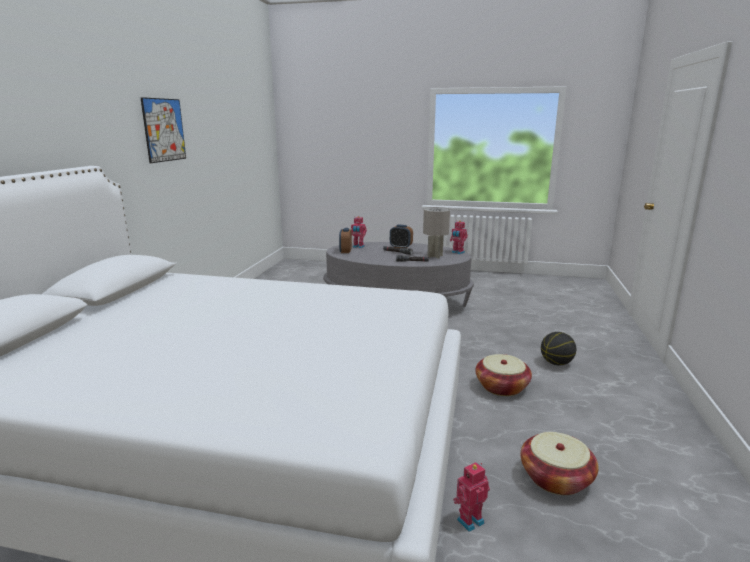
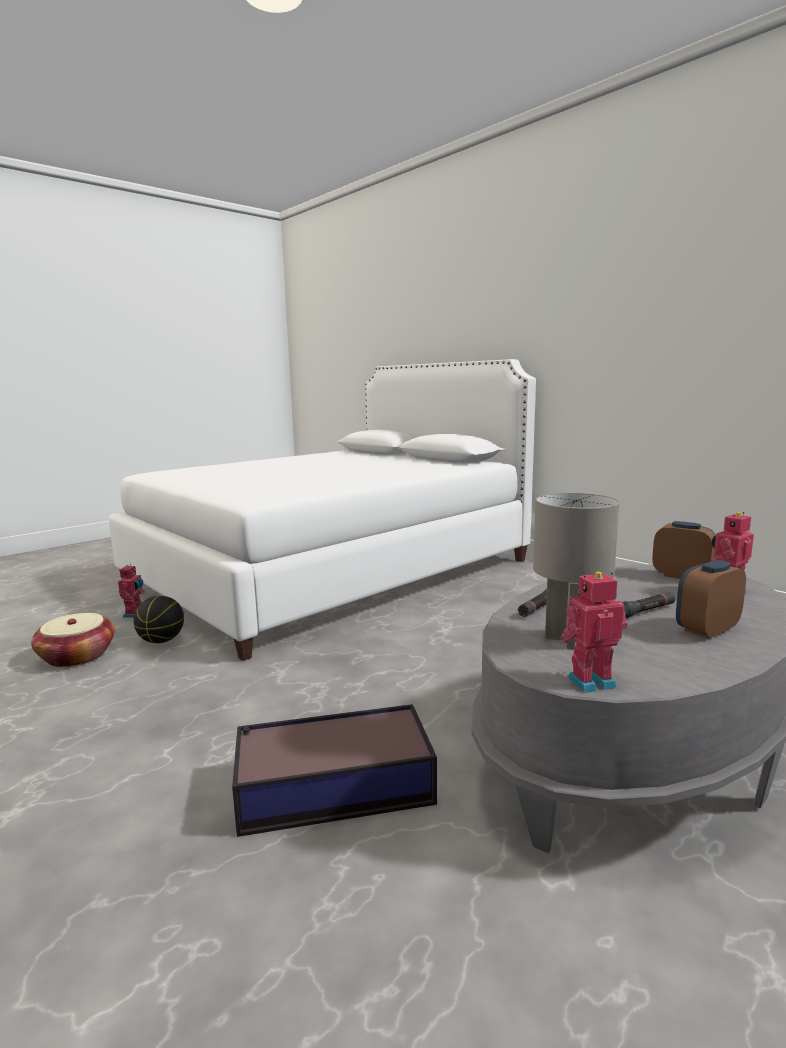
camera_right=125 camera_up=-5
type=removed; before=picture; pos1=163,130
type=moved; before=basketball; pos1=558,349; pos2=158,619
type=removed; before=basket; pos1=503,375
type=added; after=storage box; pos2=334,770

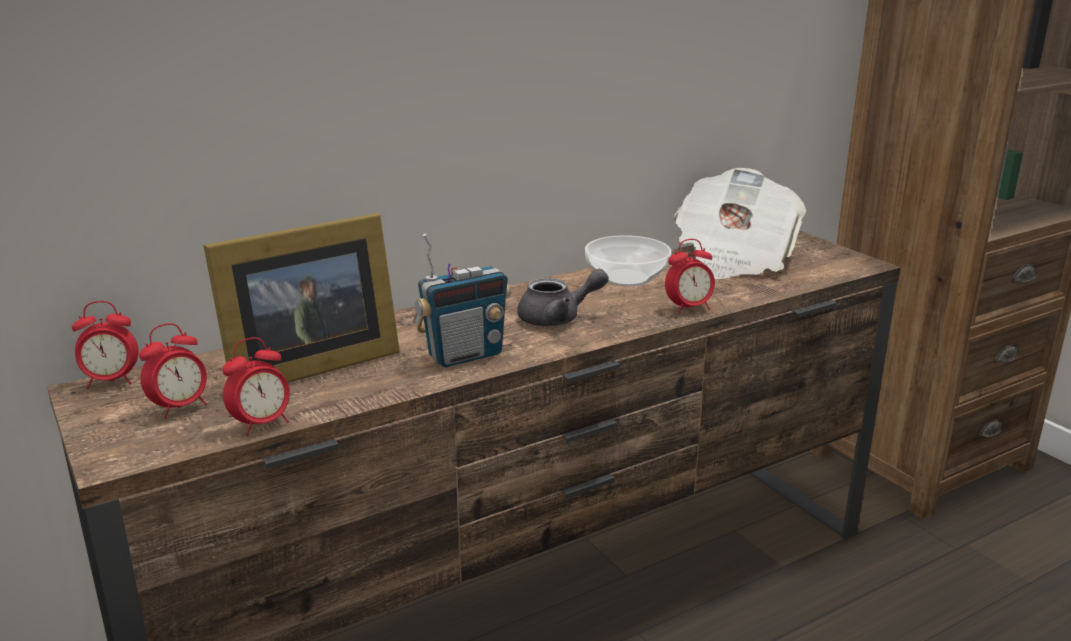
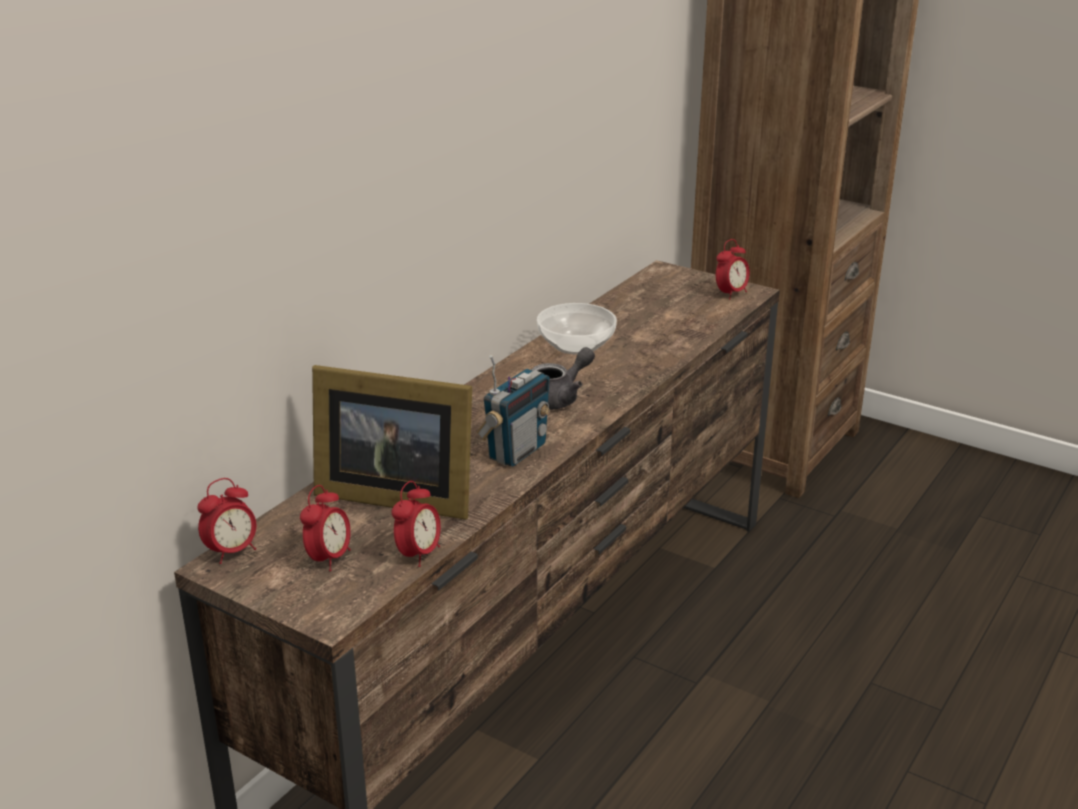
camera_right=-25 camera_up=5
type=removed; before=newspaper; pos1=740,223
type=turned; before=picture frame; pos1=301,298; pos2=392,442; turn=75
type=moved; before=alarm clock; pos1=690,276; pos2=733,269

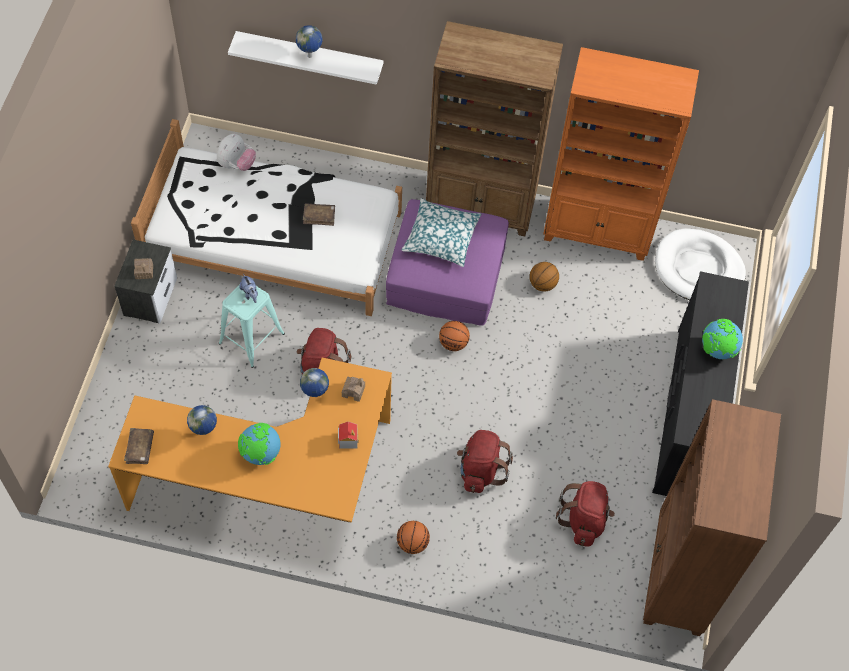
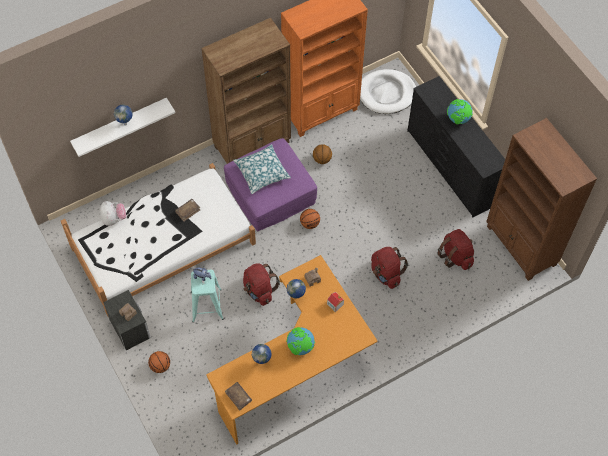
camera_right=-40 camera_up=0
type=moved; before=basketball; pos1=413,537; pos2=159,362

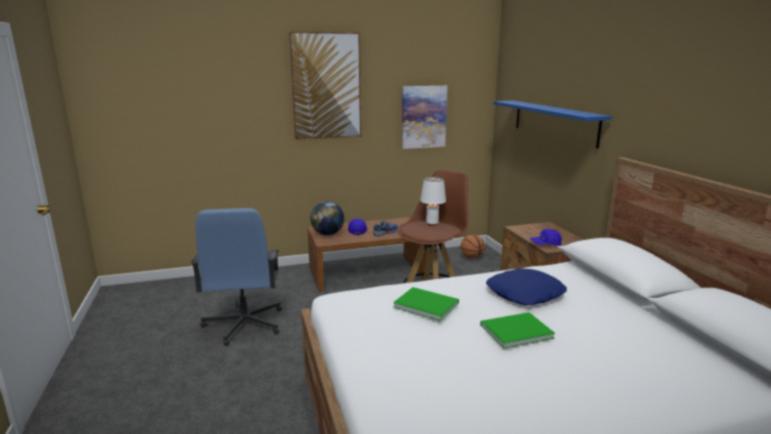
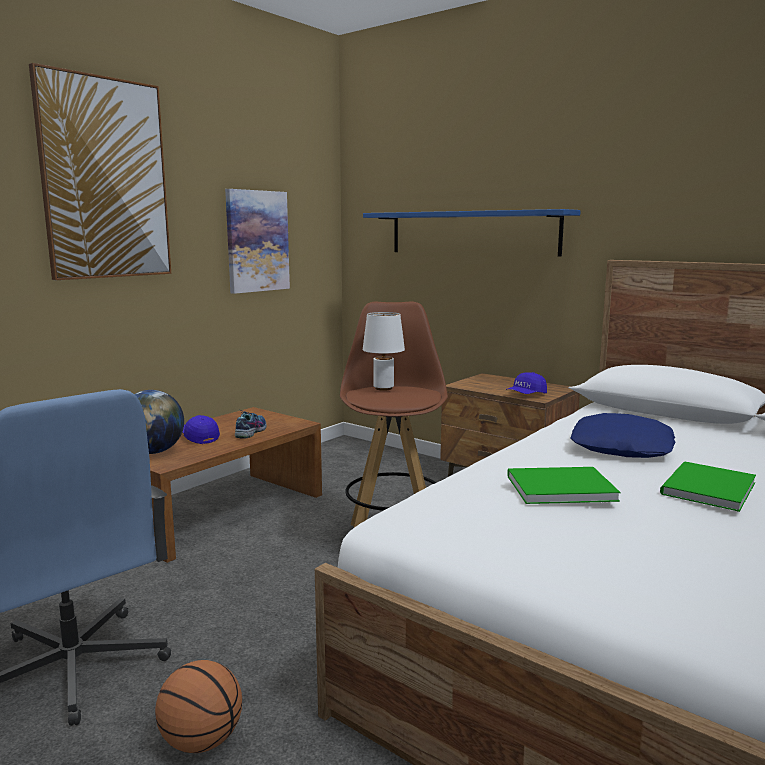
camera_right=-35 camera_up=-5
type=moved; before=basketball; pos1=473,246; pos2=198,706

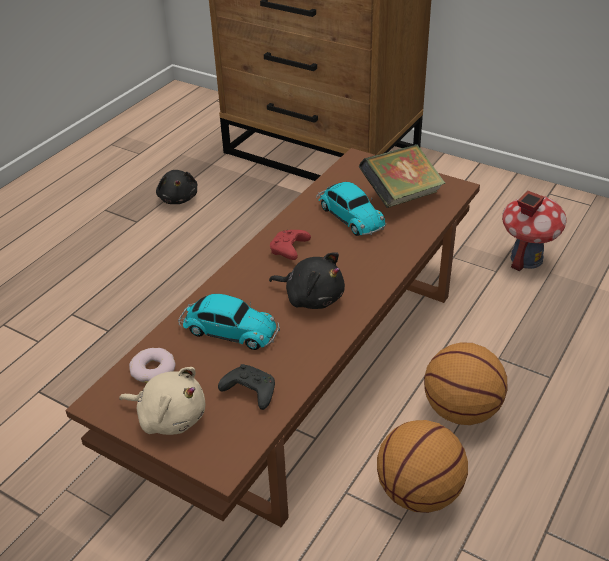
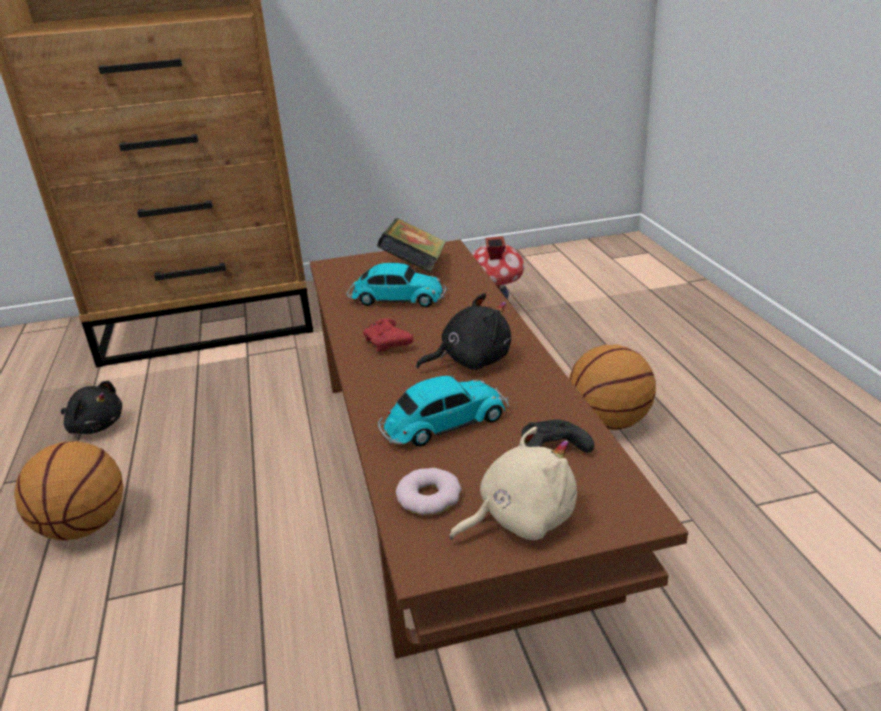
camera_right=-45 camera_up=-10
type=moved; before=basketball; pos1=422,466; pos2=69,491

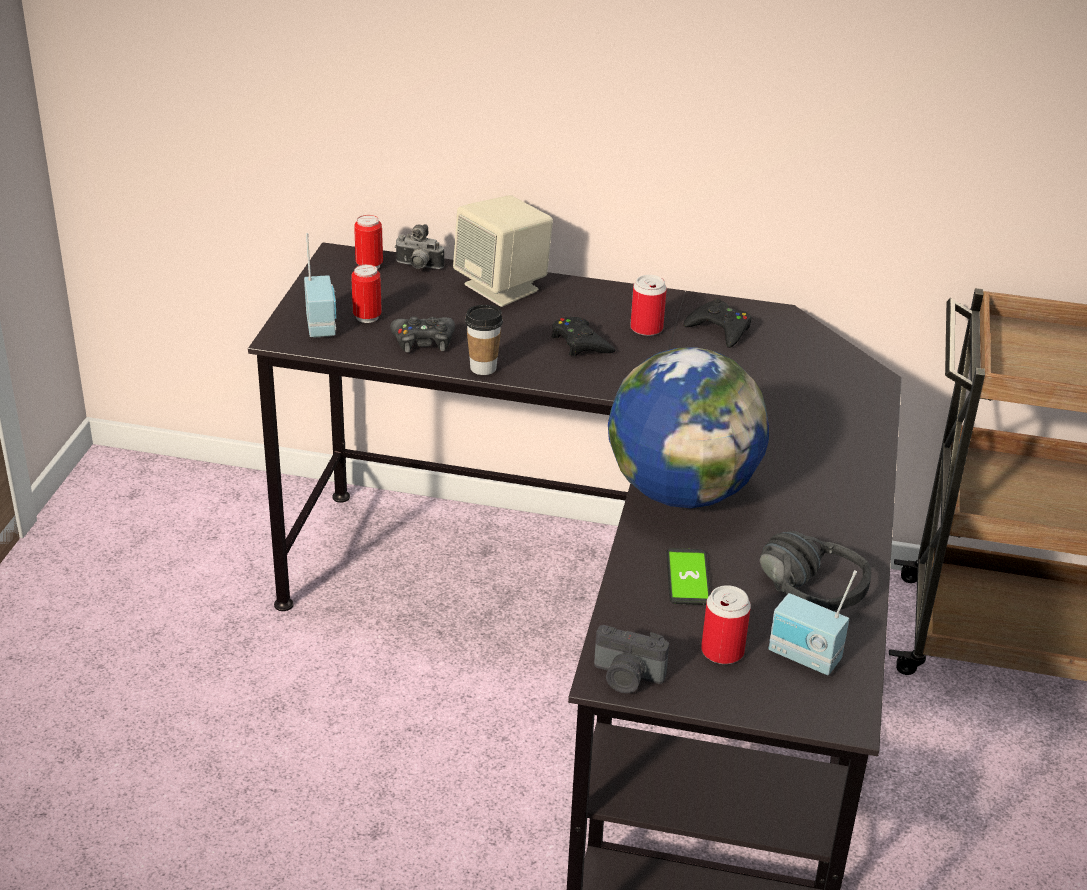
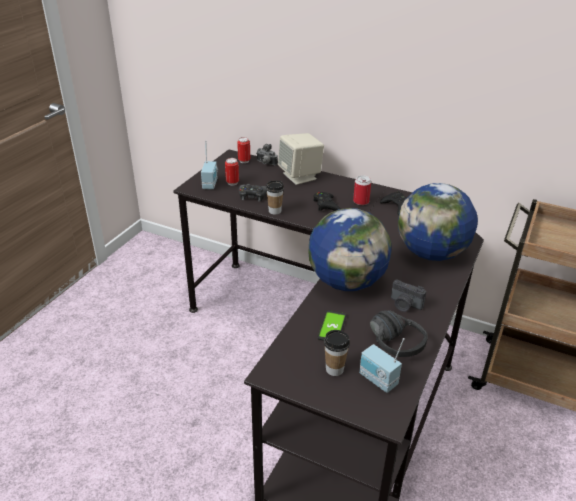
camera_right=15 camera_up=0
type=replaced; before=can; after=cup; pos1=726,624; pos2=337,353
type=moved; before=photo camera; pos1=631,659; pos2=408,296
type=added; after=globe; pos2=438,222

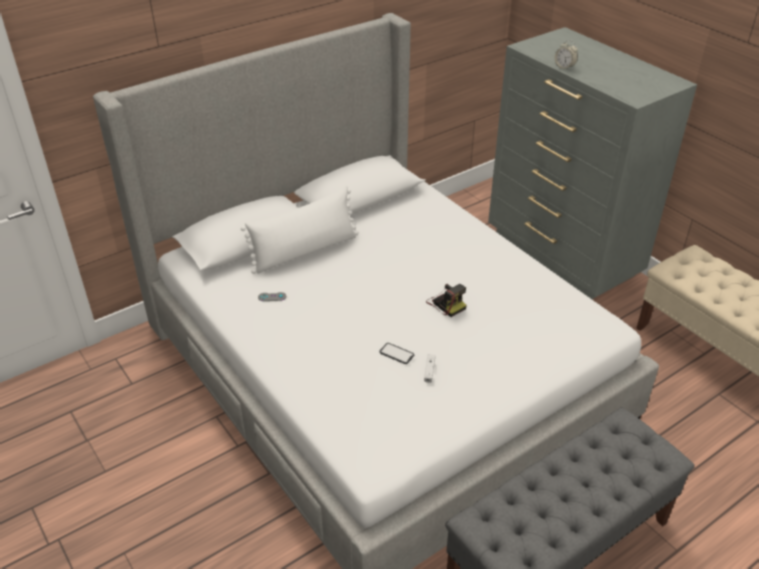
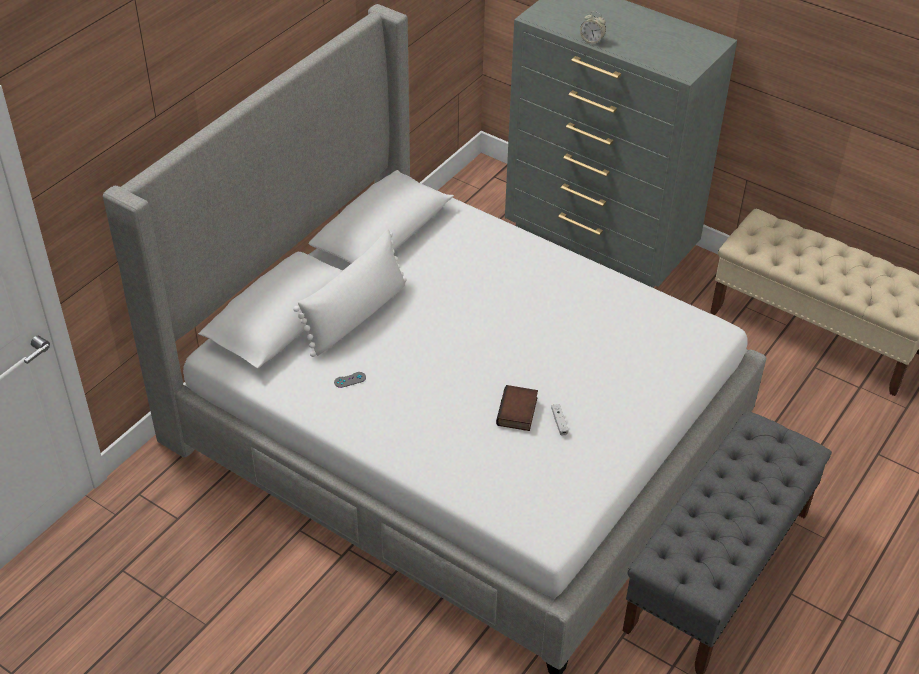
camera_right=-20 camera_up=5
type=removed; before=photo camera; pos1=446,300
type=replaced; before=phone; after=book; pos1=396,353; pos2=517,408

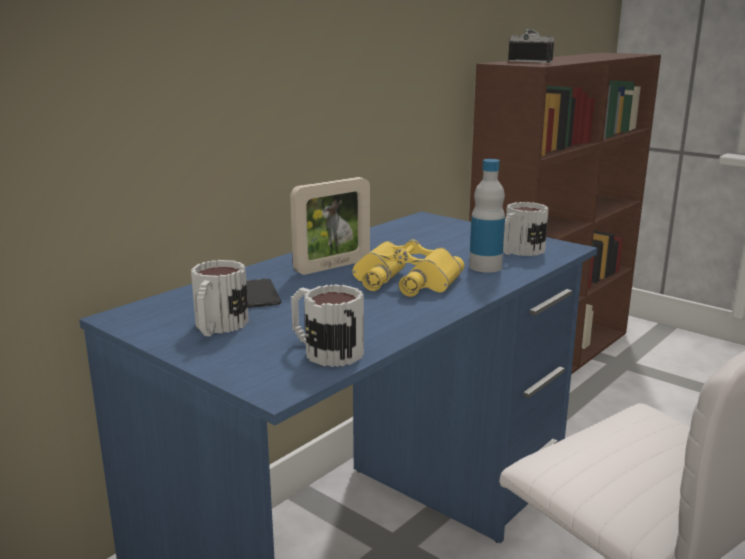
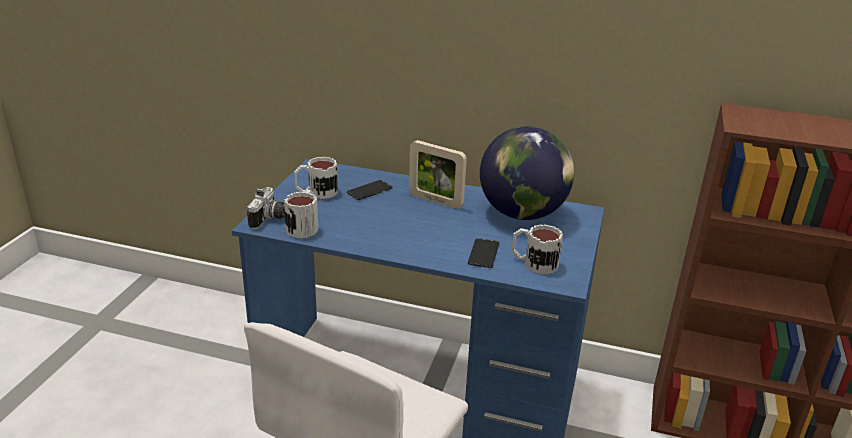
camera_right=65 camera_up=10
type=moved; before=photo camera; pos1=531,45; pos2=266,208
type=replaced; before=bottle; after=phone; pos1=487,216; pos2=483,253
type=removed; before=binoculars in yellow; pos1=408,268
type=added; after=globe; pos2=527,173

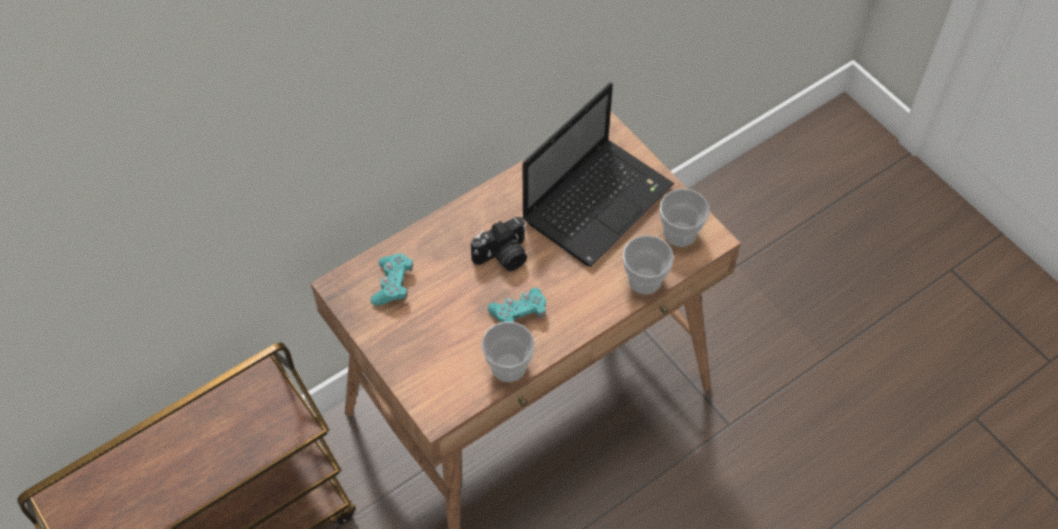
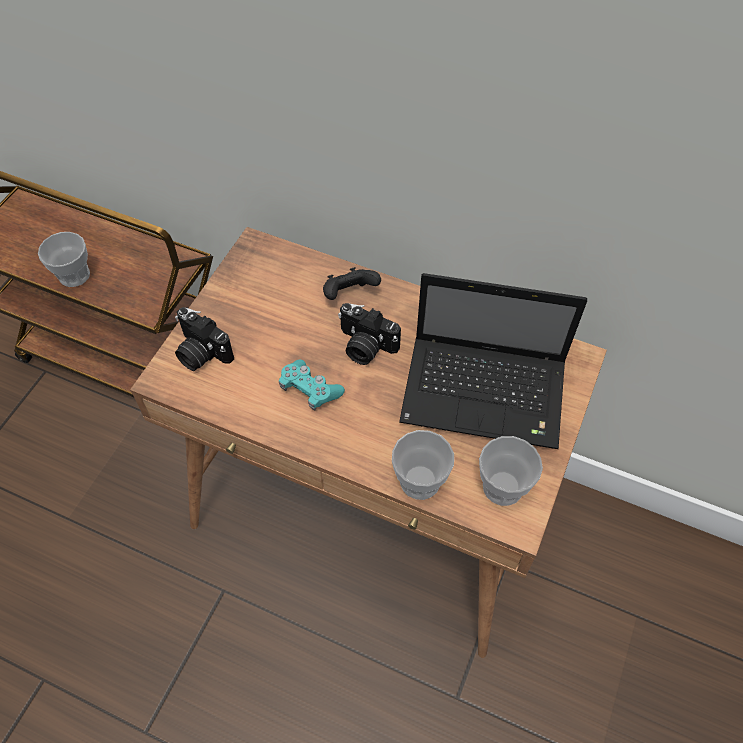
camera_right=60 camera_up=0
type=removed; before=game controller in turquoise; pos1=391,279
type=moved; before=cup; pos1=508,351; pos2=64,259
type=added; after=game controller in black; pos2=352,283
type=added; after=photo camera; pos2=204,339

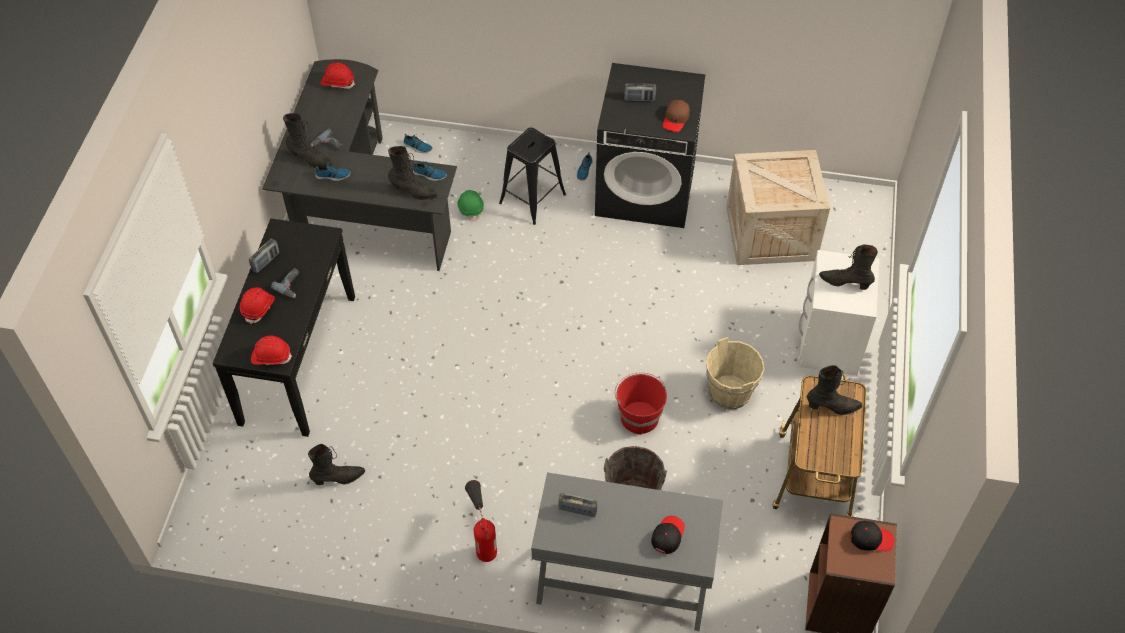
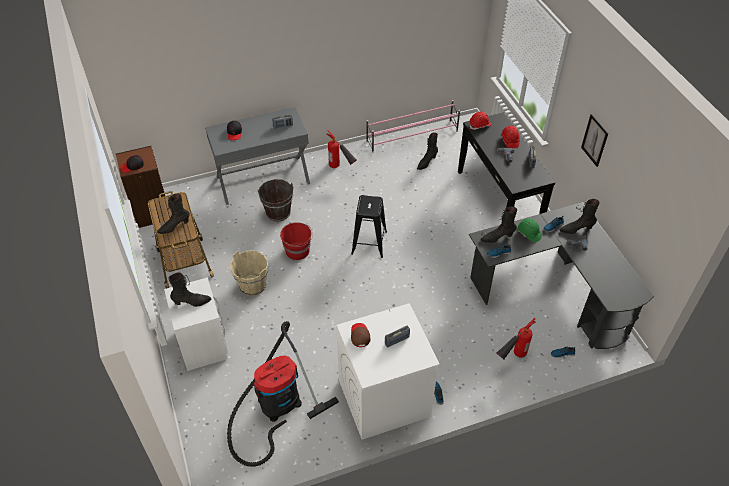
camera_right=150 camera_up=-5
type=removed; before=hard hat in red; pos1=338,75
type=recoloured; before=washing machine in black; after=washing machine in white; pos1=650,145; pos2=388,371
type=moved; before=stool in black; pos1=532,176; pos2=369,226
type=replaced; before=crate; after=vacuum cleaner; pos1=778,207; pos2=283,394
type=moved; before=hard hat in green; pos1=470,205; pos2=529,230
type=added; after=shoe rack in pink; pos2=413,126
type=added; after=picture; pos2=594,140
type=added; after=fire extinguisher; pos2=516,339

